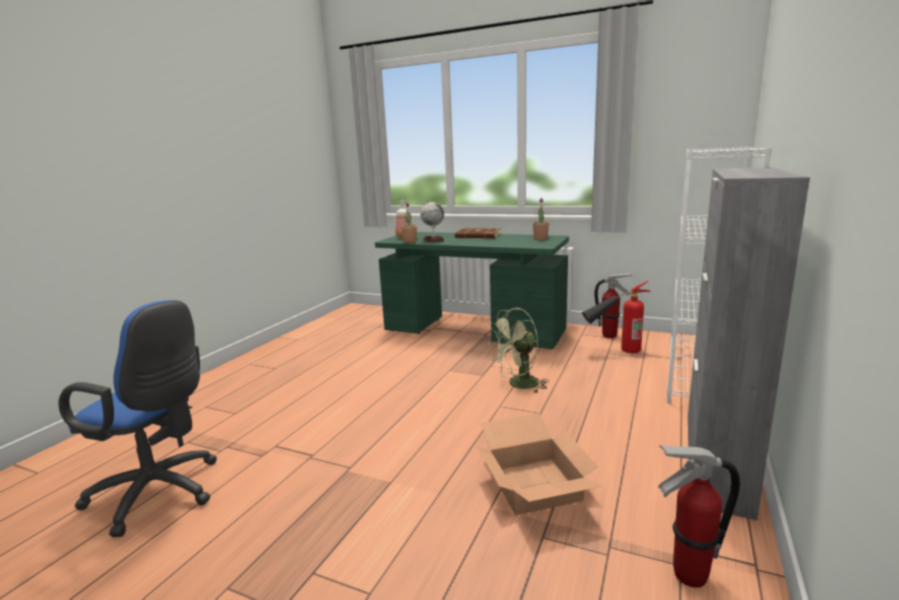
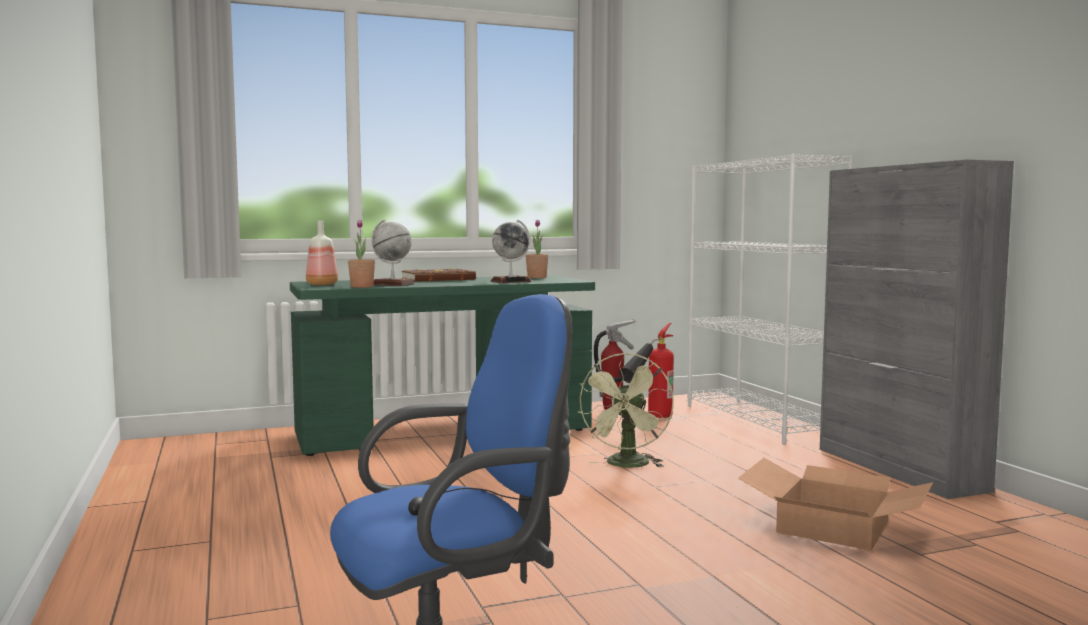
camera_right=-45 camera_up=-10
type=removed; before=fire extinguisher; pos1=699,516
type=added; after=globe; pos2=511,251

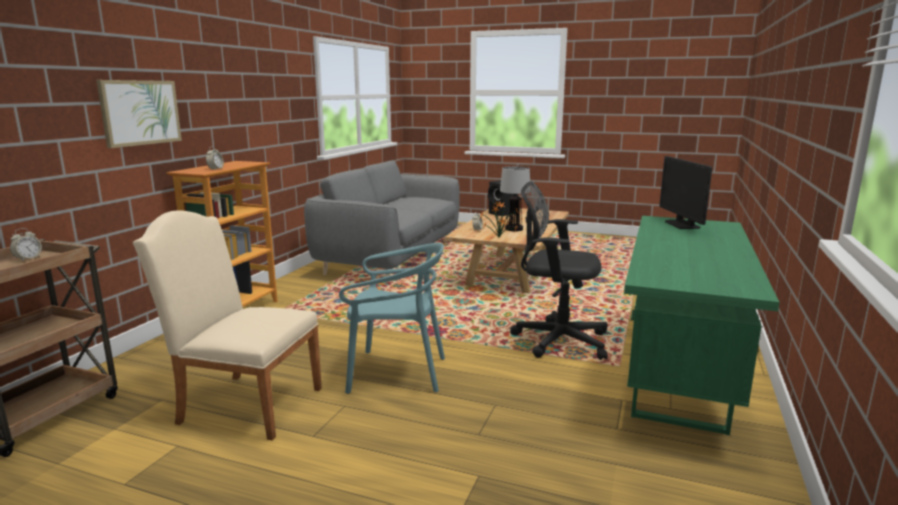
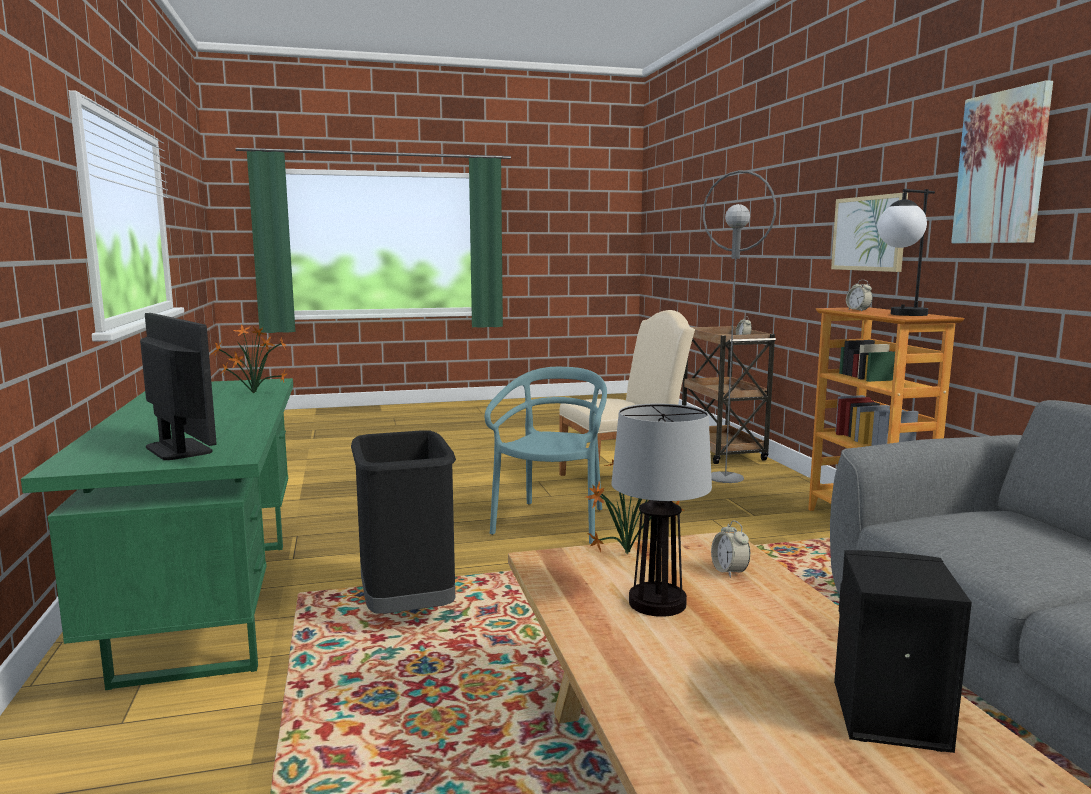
camera_right=145 camera_up=-5
type=replaced; before=office chair in black; after=trash can in black; pos1=559,270; pos2=403,522
type=turned; before=chair in turquoise; pos1=392,318; pos2=546,455; turn=135
type=added; after=picture; pos2=1002,161
type=added; after=floor lamp in grey; pos2=739,326
type=added; after=table lamp; pos2=906,252
type=added; after=potted plant; pos2=248,359

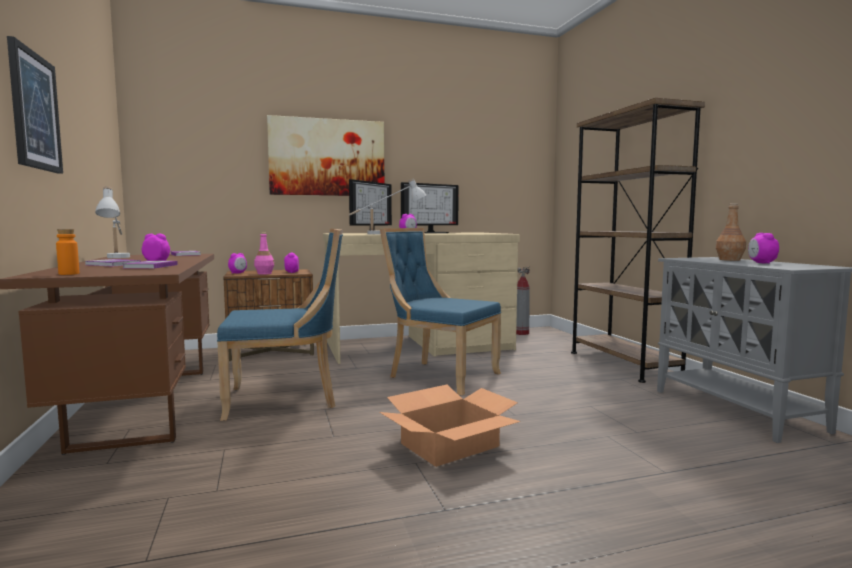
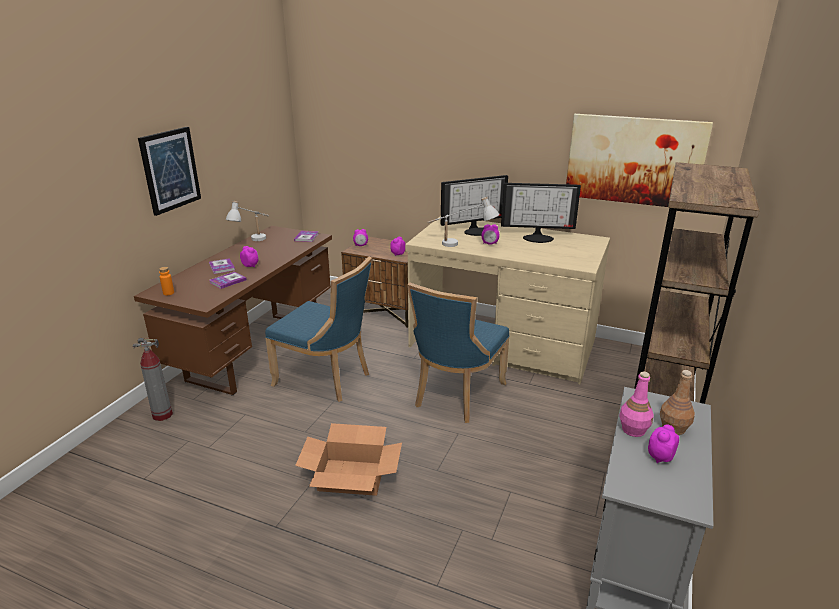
camera_right=40 camera_up=20
type=moved; before=picture; pos1=325,155; pos2=639,160
type=turned; before=chair in blue; pos1=440,311; pos2=458,352; turn=-135
type=moved; before=bottle in pink; pos1=264,254; pos2=636,404
type=moved; before=fire extinguisher; pos1=523,300; pos2=153,379

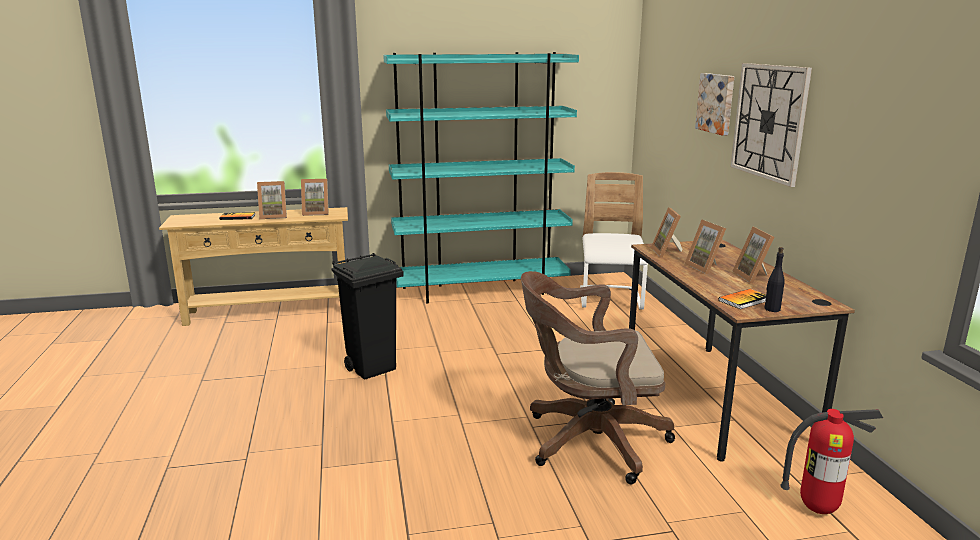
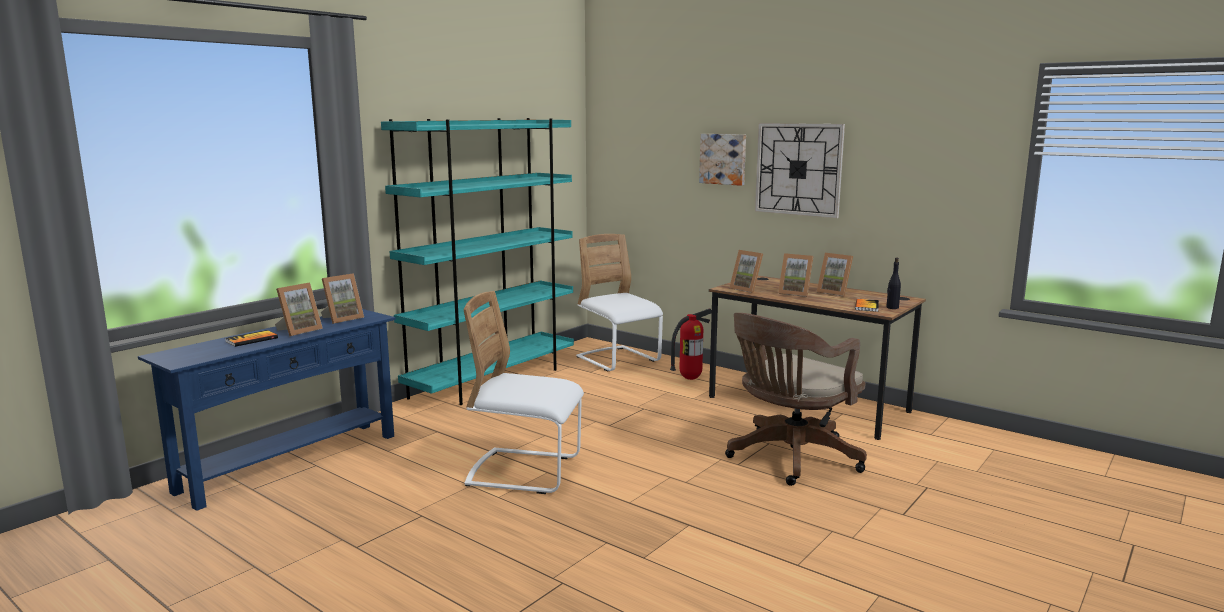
camera_right=-40 camera_up=-5
type=recoloured; before=console table in beige; after=console table in blue; pos1=253,266; pos2=267,410
type=replaced; before=trash can in black; after=chair in white; pos1=367,316; pos2=523,392
type=moved; before=fire extinguisher; pos1=831,461; pos2=691,344

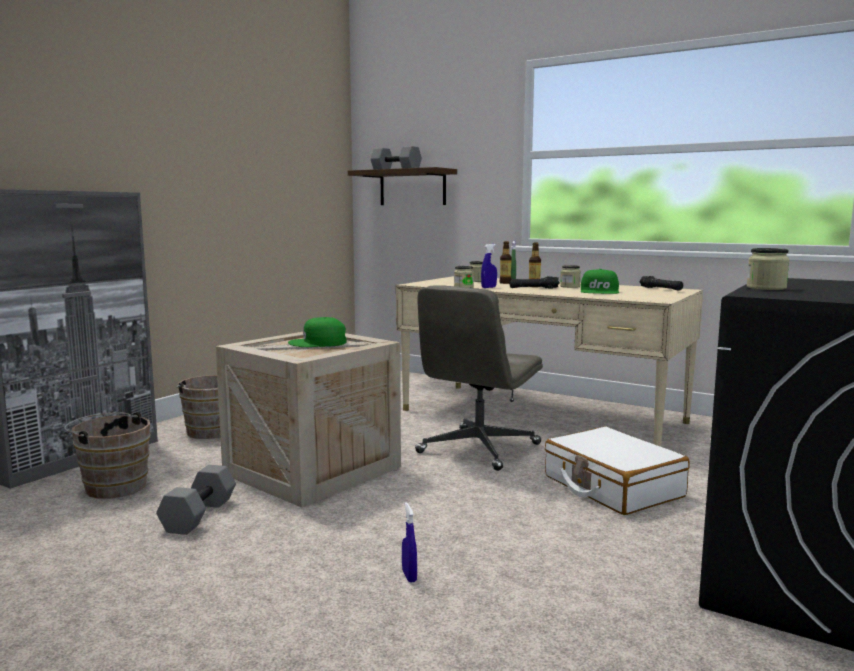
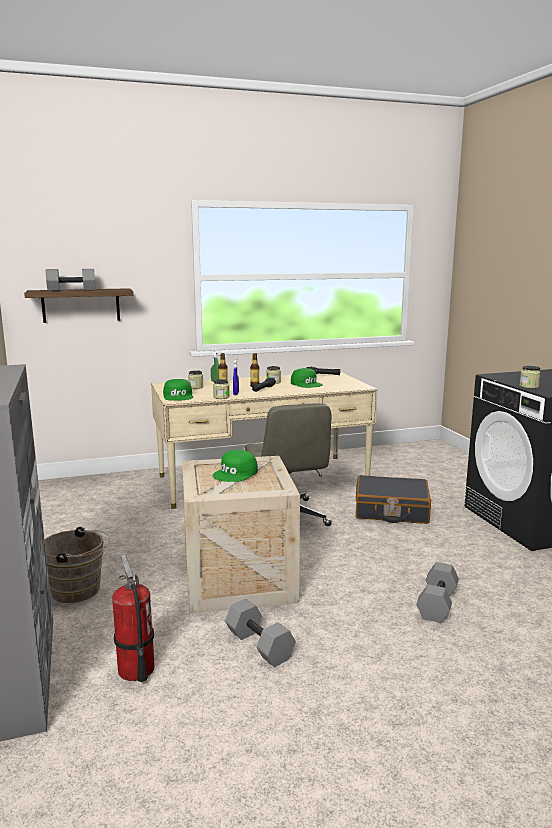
camera_right=-50 camera_up=5
type=replaced; before=bucket in brown; after=fire extinguisher; pos1=107,455; pos2=133,618
type=recoloured; before=suitcase in white; after=suitcase in black; pos1=617,470; pos2=393,499
type=replaced; before=spray bottle in blue; after=dumbbell in grey; pos1=409,542; pos2=437,592
type=added; after=cap in green; pos2=178,390

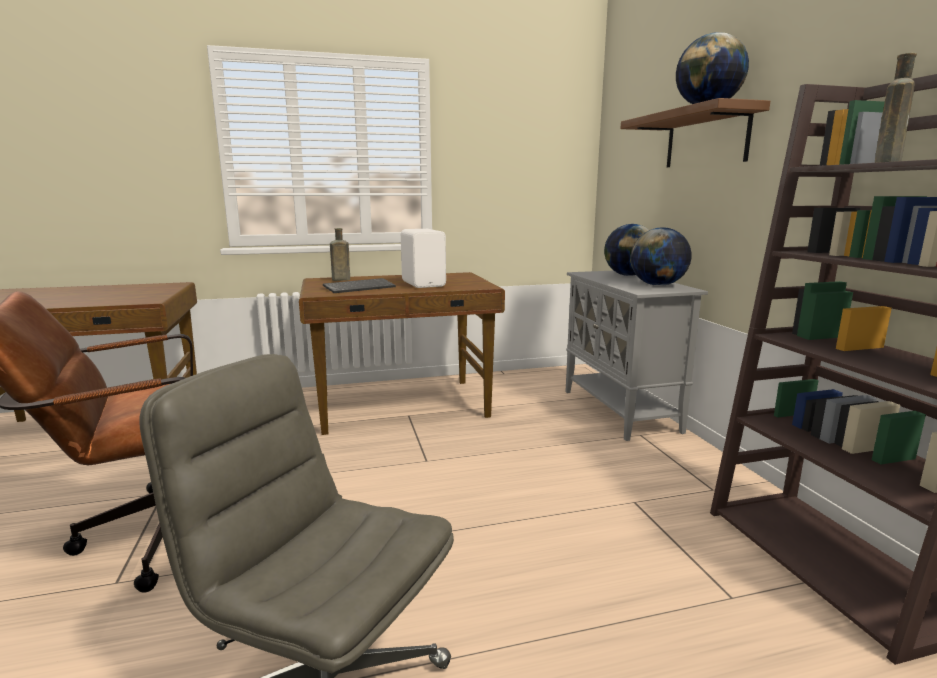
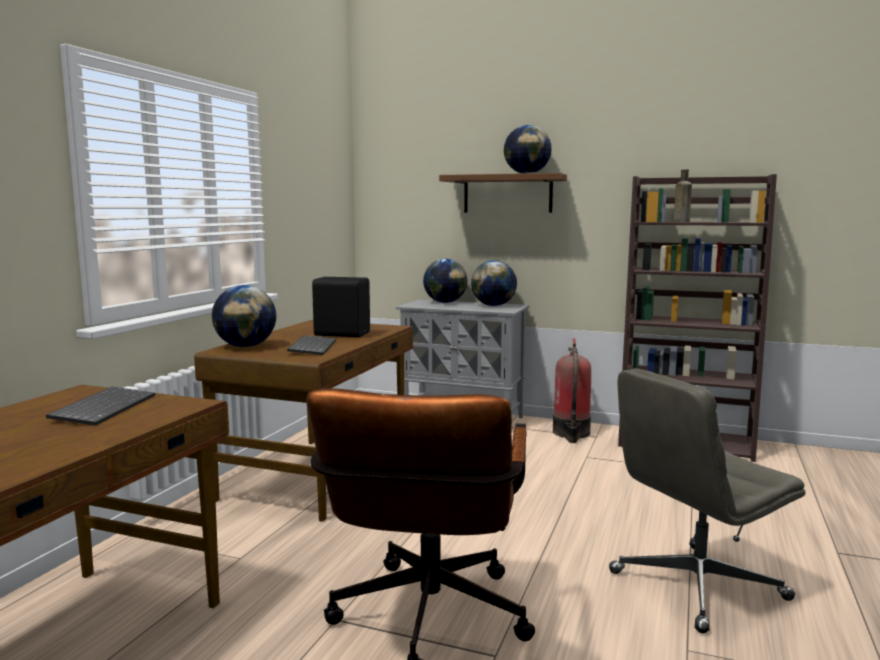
camera_right=-55 camera_up=-5
type=replaced; before=bottle in brown; after=globe; pos1=340,254; pos2=244,316
type=recoloured; before=speaker in white; after=speaker in black; pos1=423,258; pos2=341,307
type=added; after=fire extinguisher; pos2=572,390
type=added; after=keyboard; pos2=100,406

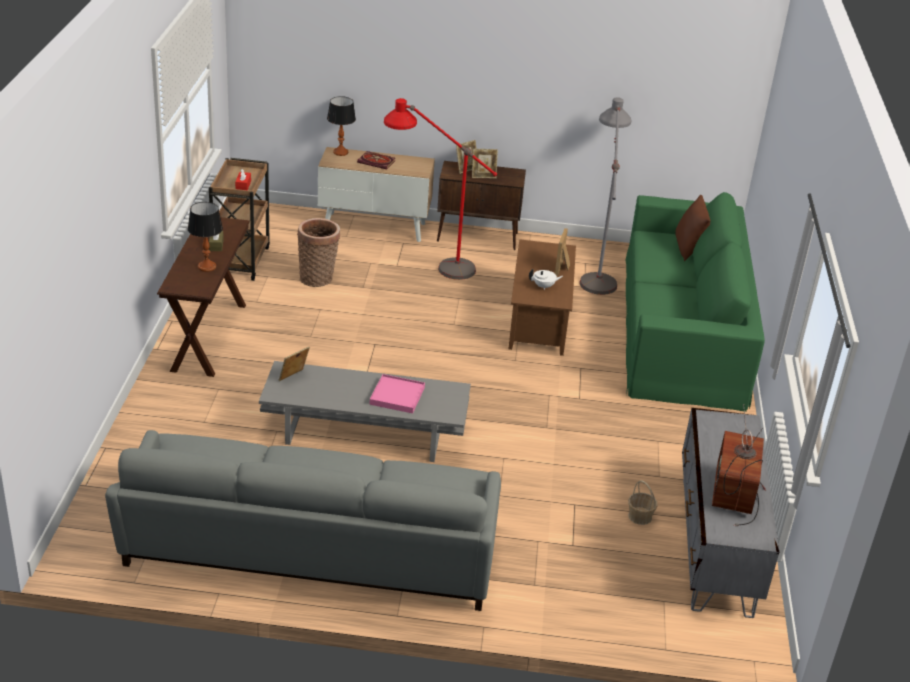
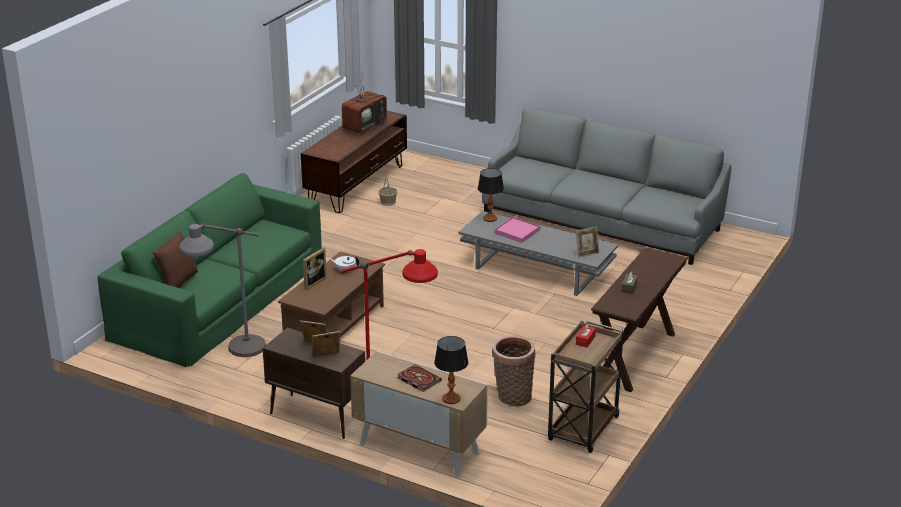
camera_right=-155 camera_up=-5
type=moved; before=table lamp; pos1=205,237; pos2=490,195
type=recoloured; before=tv stand in grey; after=tv stand in brown; pos1=730,513; pos2=354,162

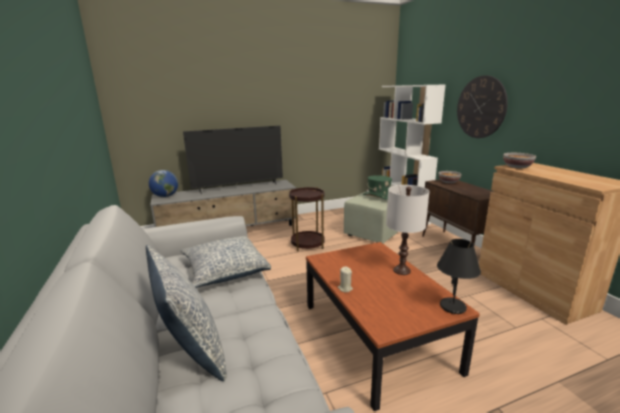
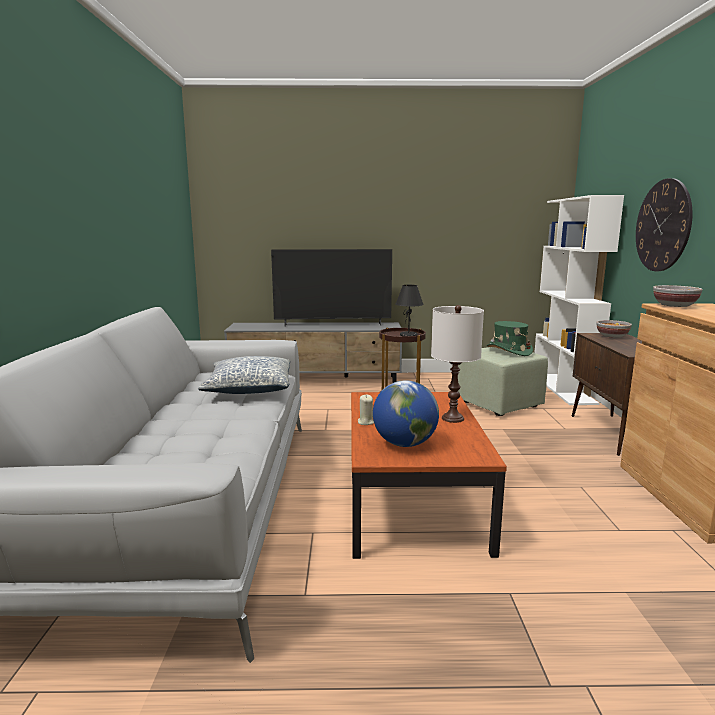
camera_right=20 camera_up=-5
type=moved; before=globe; pos1=163,183; pos2=406,413
type=moved; before=table lamp in black; pos1=459,276; pos2=410,310
type=removed; before=pillow; pos1=186,313

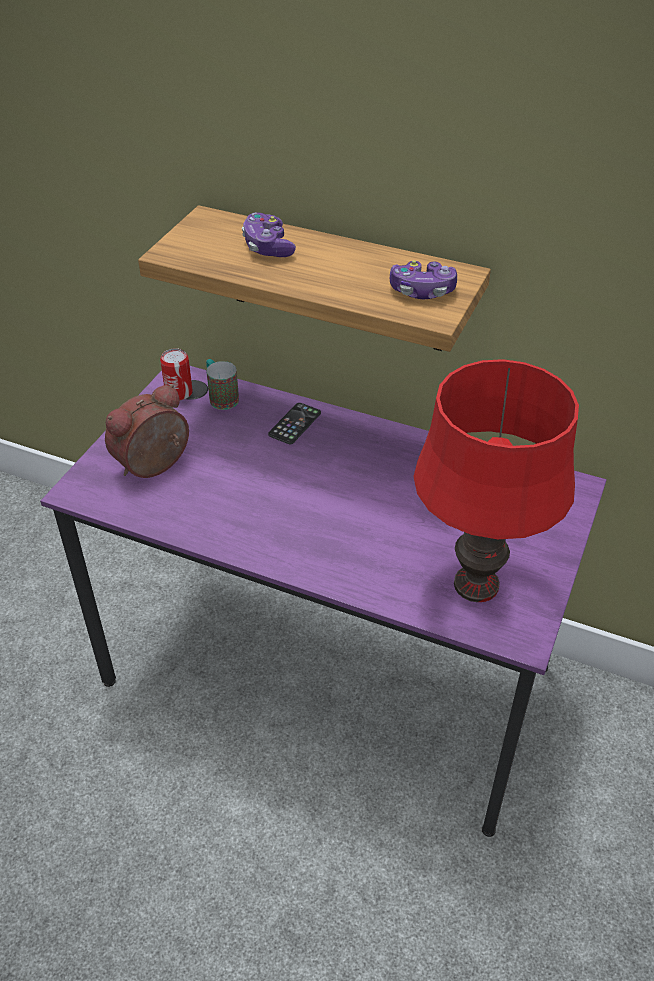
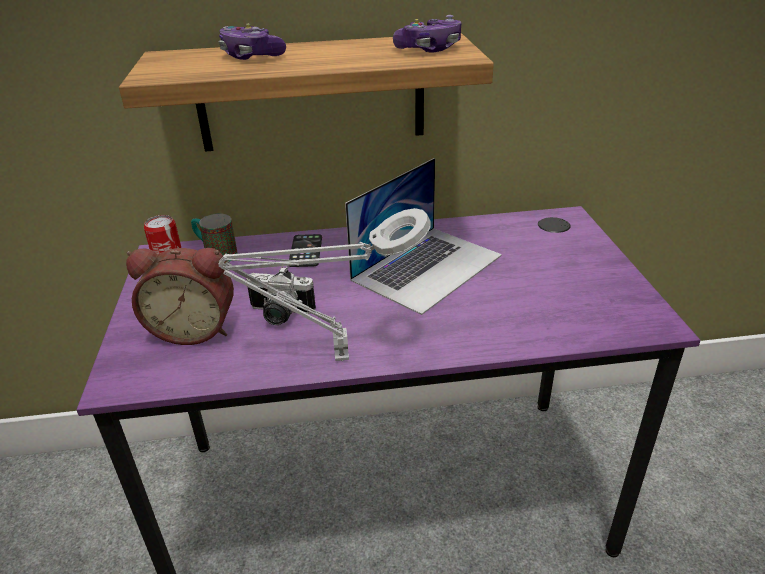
camera_right=-30 camera_up=-10
type=removed; before=table lamp in red; pos1=496,480
type=turned; before=alarm clock; pos1=147,431; pos2=180,296; turn=-105
type=added; after=laptop; pos2=423,236
type=added; after=table lamp in grey; pos2=324,284
type=added; after=photo camera; pos2=281,295

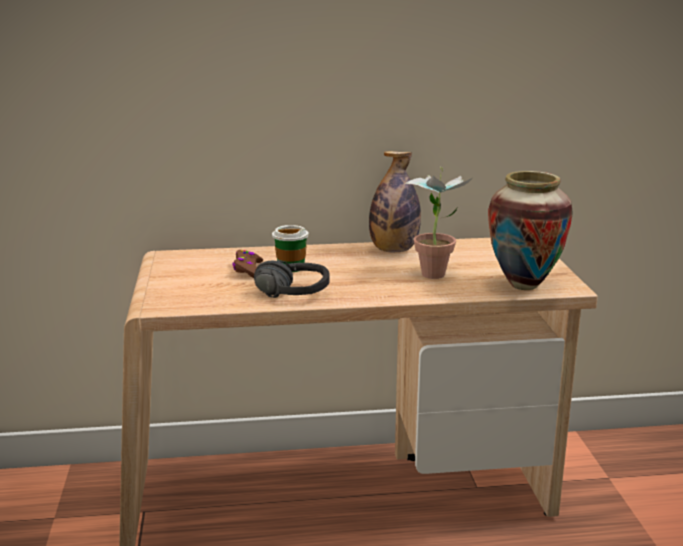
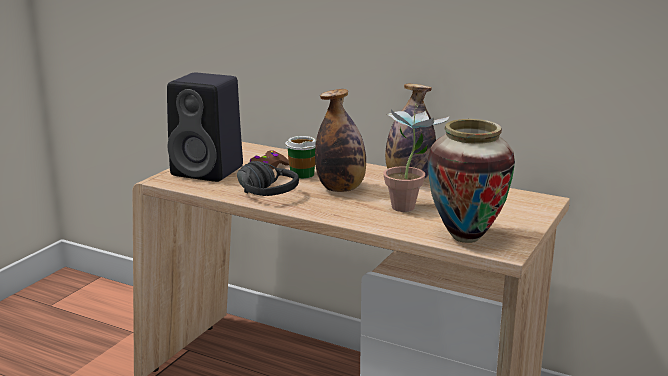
camera_right=35 camera_up=0
type=added; after=speaker in black; pos2=205,127
type=added; after=bottle; pos2=340,140

